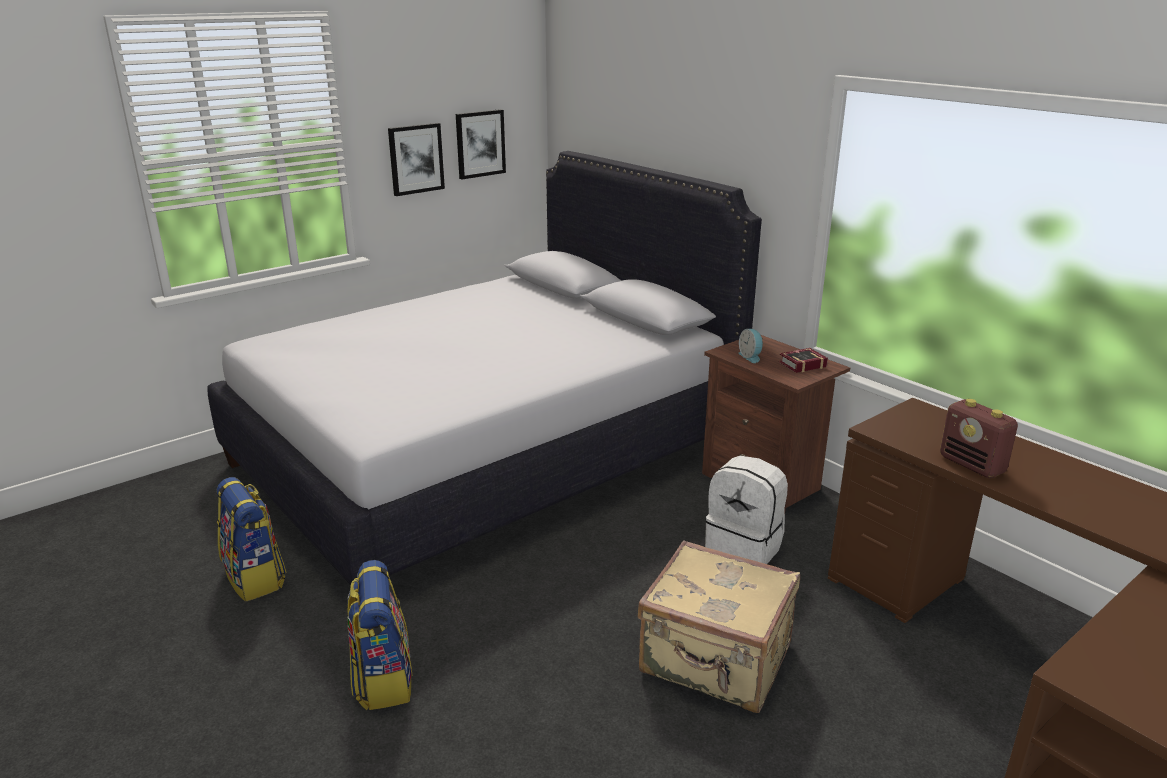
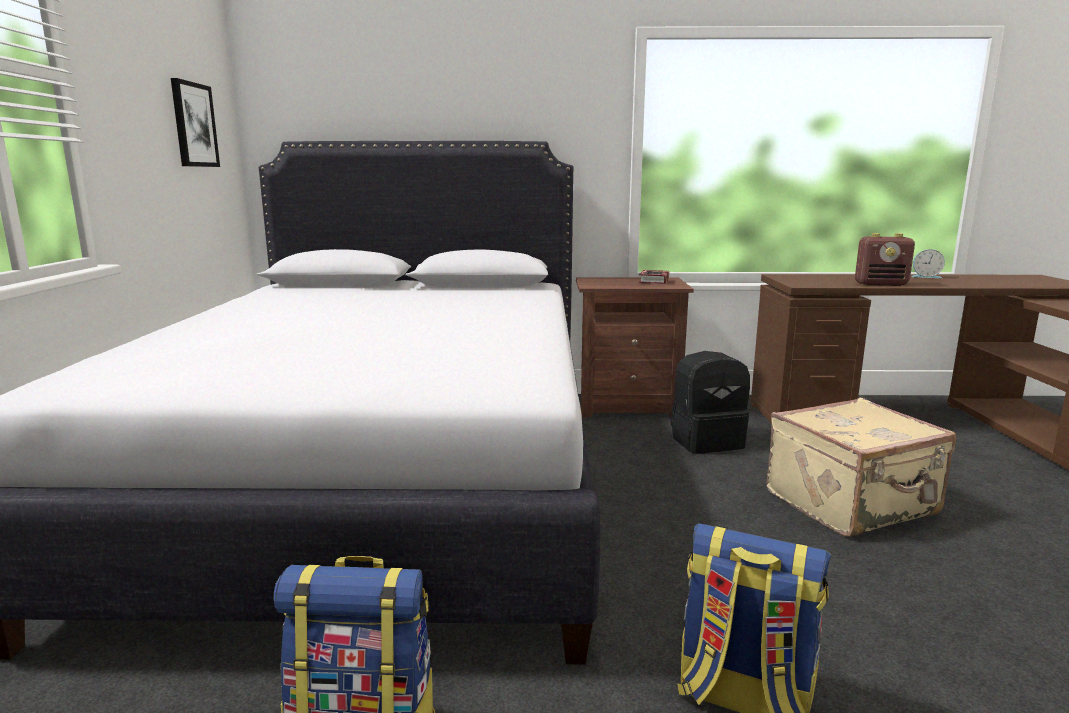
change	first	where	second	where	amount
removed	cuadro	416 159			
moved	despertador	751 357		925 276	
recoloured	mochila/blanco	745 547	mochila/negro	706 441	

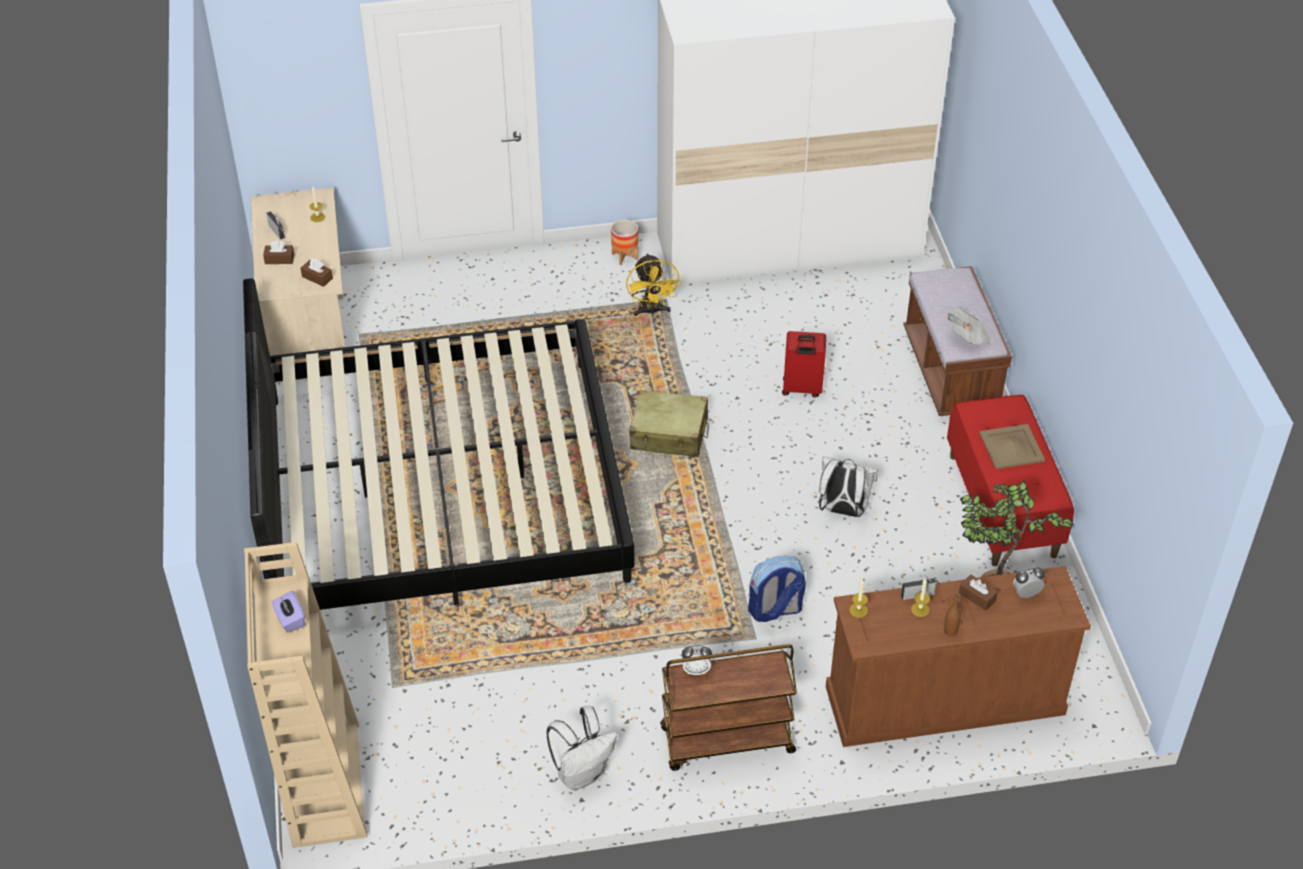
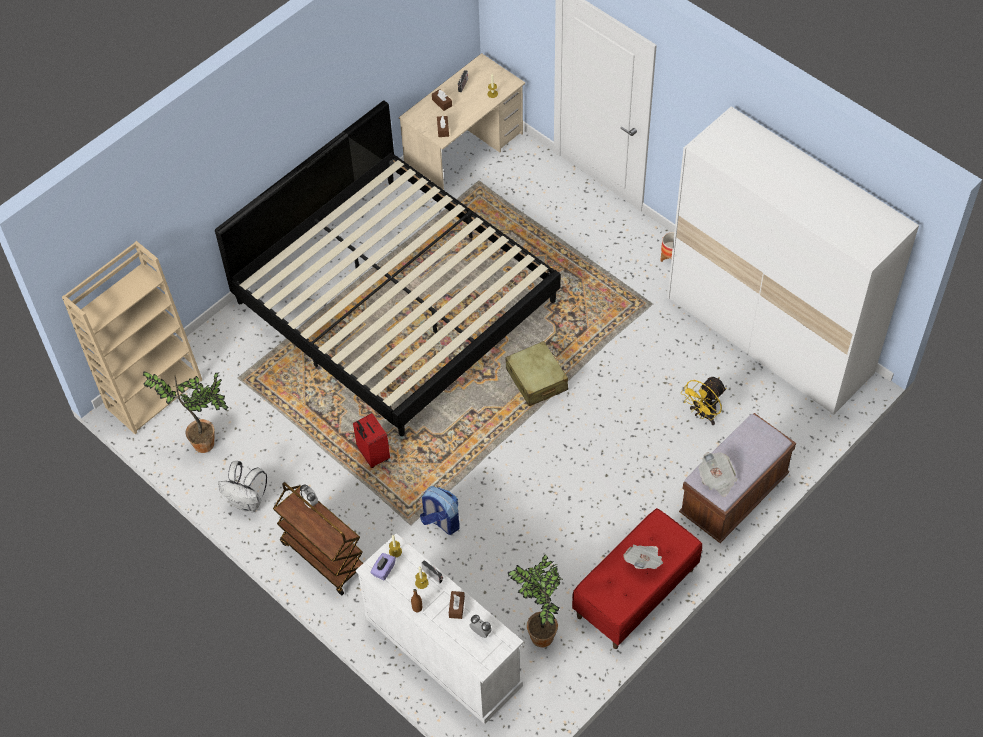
change	first	where	second	where	amount
removed	mochila/blanco	843 510			
added			planta en maceta	207 443	
moved	caja de pañuelos/morado	290 620		383 570	
moved	ventilador/amarillo	651 311		703 414	
moved	maleta/rojo	801 389		372 455	
replaced	bandeja/beis	1011 447	periódico	643 561	
recoloured	cómoda/marrón	943 701	cómoda/blanco	442 651	

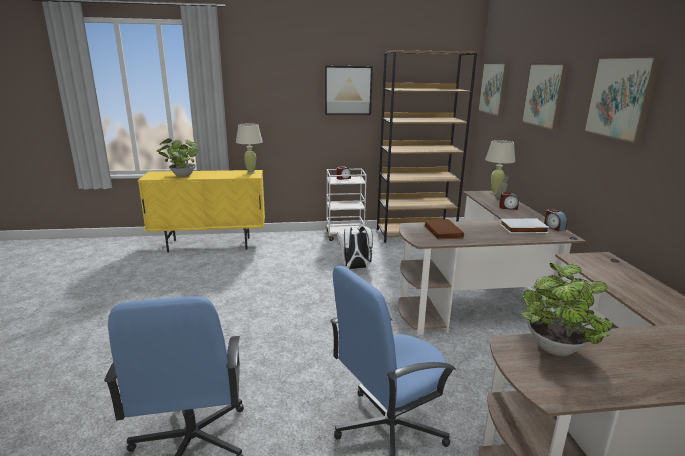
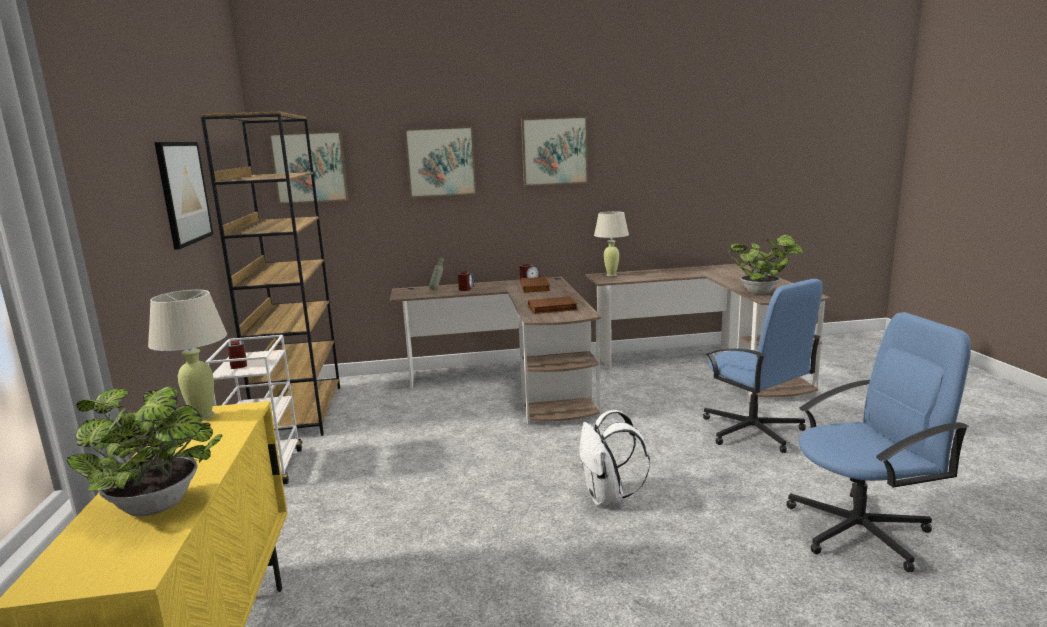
change	first	where	second	where	amount
moved	mochila/blanco	355 268		608 497	
moved	lámpara de mesa/beis	495 193		611 275	
recoloured	libro/blanco	523 229	libro/marrón	536 287	

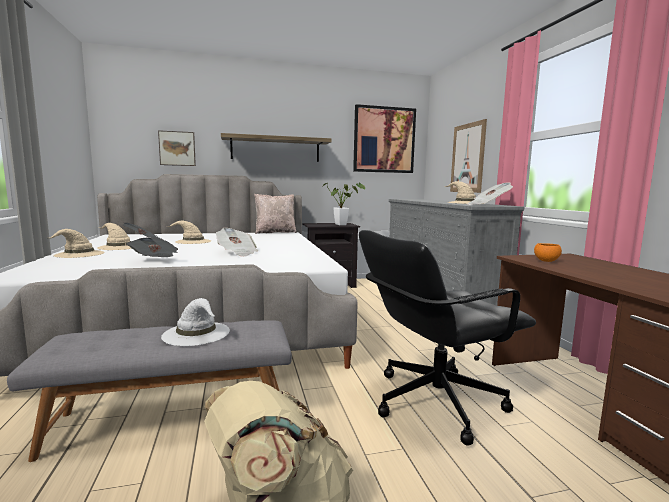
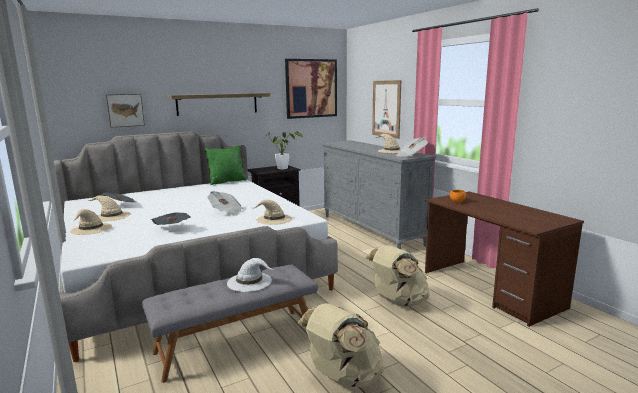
change	first	where	second	where	amount
moved	sombrero/beis	192 241		274 219	
replaced	silla de oficina/negro	435 401	mochila/beis	398 302	
recoloured	cojín/beis	275 232	cojín/verde	226 181	

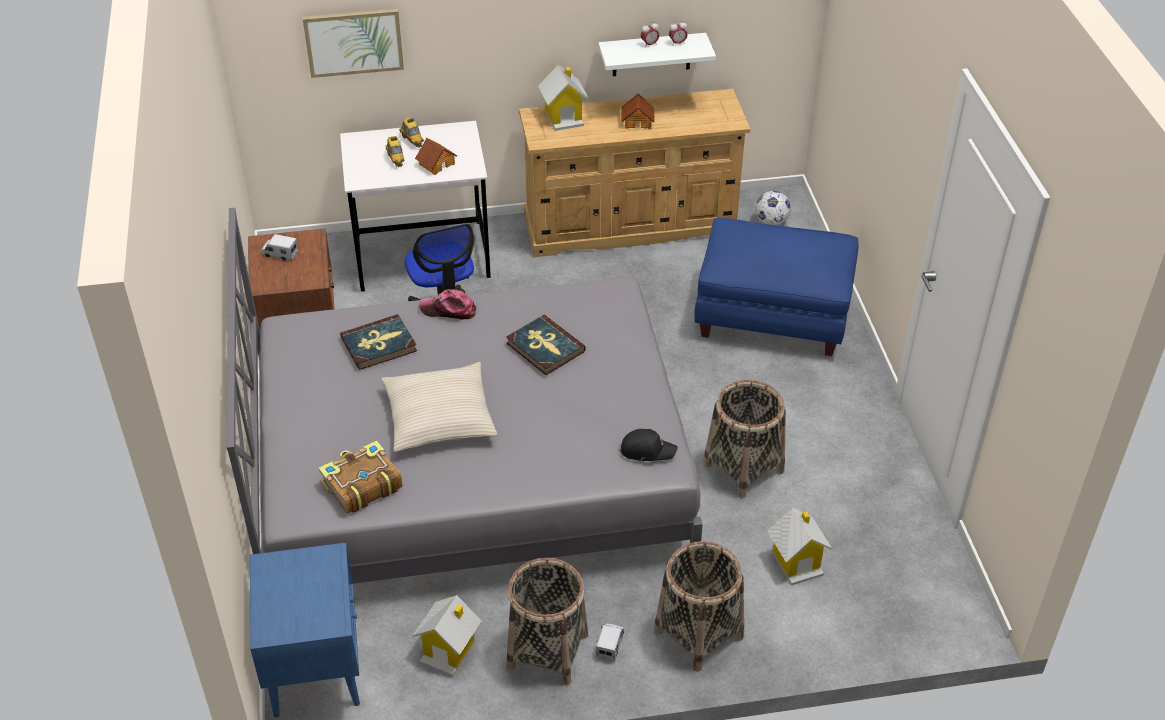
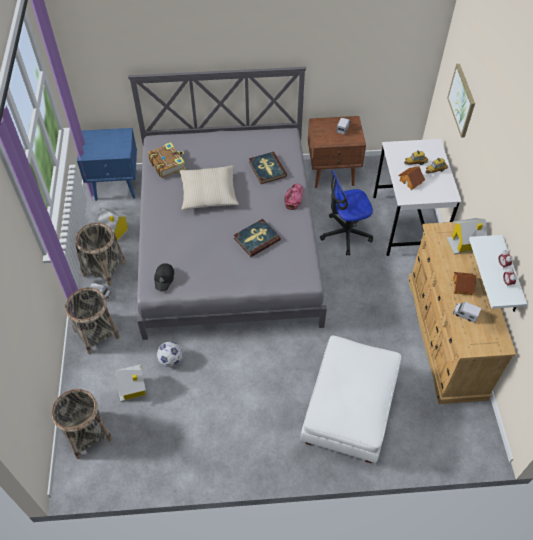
change	first	where	second	where	amount
added			camión de juguete	465 314	
moved	cesta	743 468		87 434	
moved	balón de fútbol	771 222		171 360	
recoloured	puf/azul	771 316	puf/blanco	348 411	

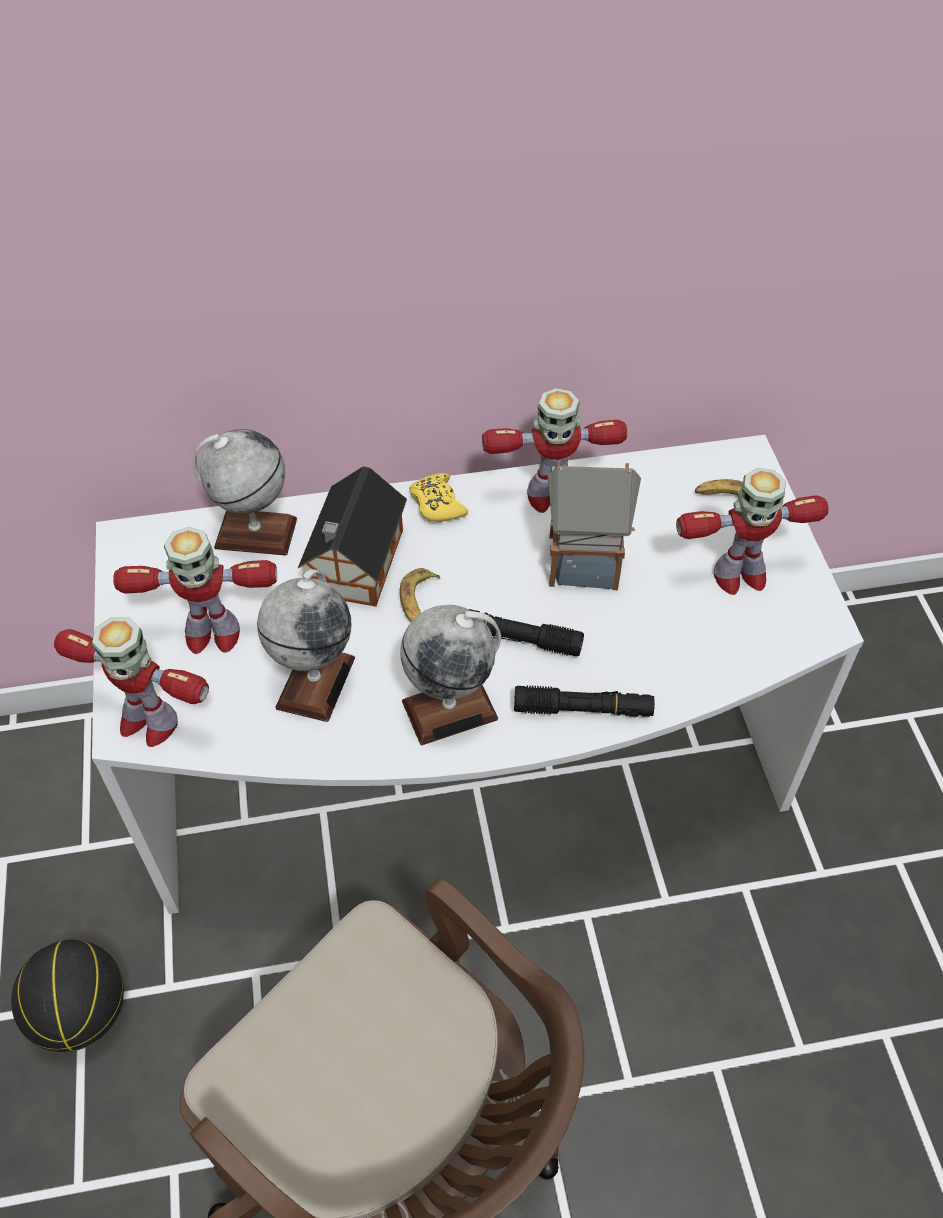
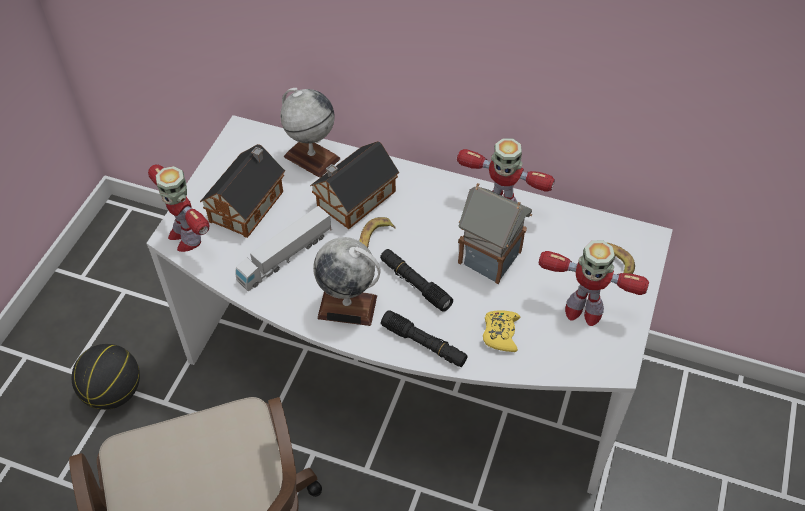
change	first	where	second	where	amount
moved	mando de consola/amarillo	437 504		500 333	
replaced	robot de juguete	211 634	casita	249 204	
replaced	globo terráqueo	315 682	camión de juguete	285 256	

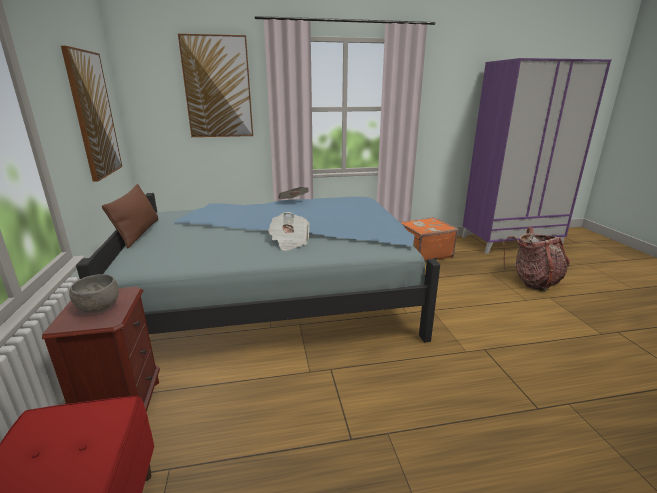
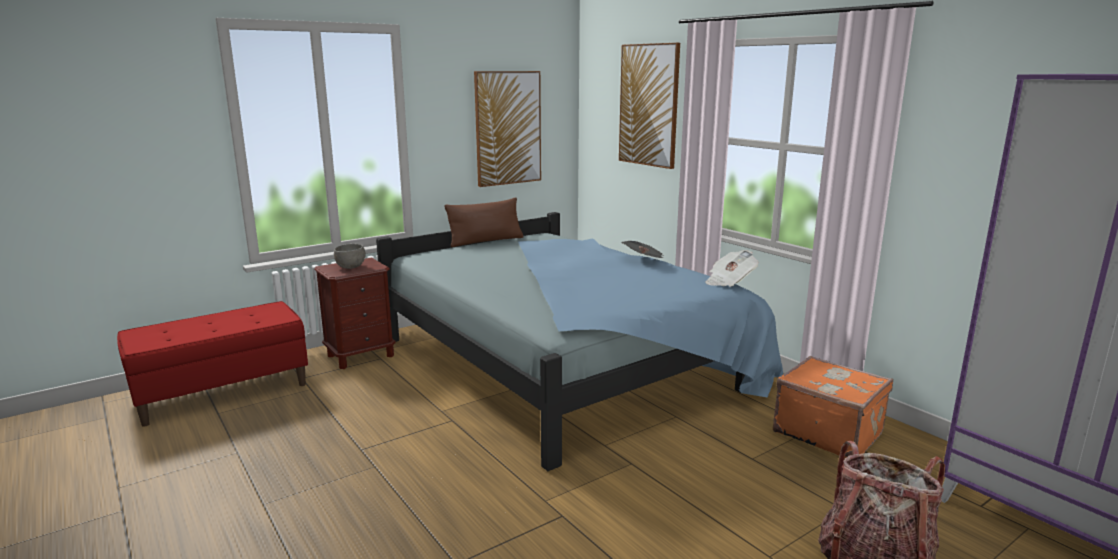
change	first	where	second	where	amount
moved	periódico	289 242		729 282	

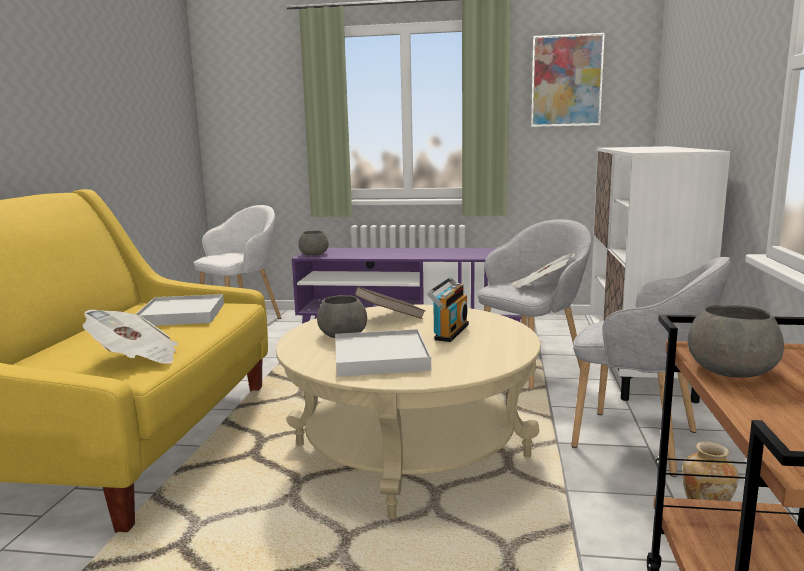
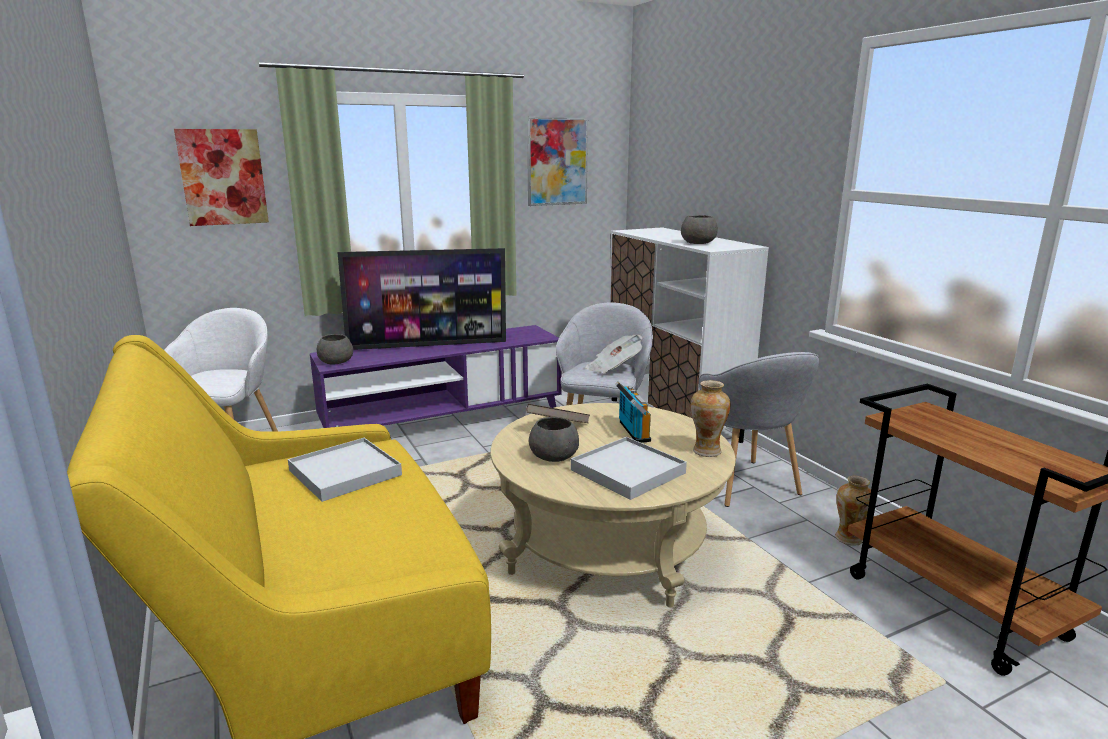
change	first	where	second	where	amount
removed	periódico	136 358			
added			cuadro	223 177	
added			televisor	428 345	
added			florero	706 451	
moved	cuenco/gris	729 370		697 243	
turned	sillón/gris	640 441		745 484	75 degrees clockwise

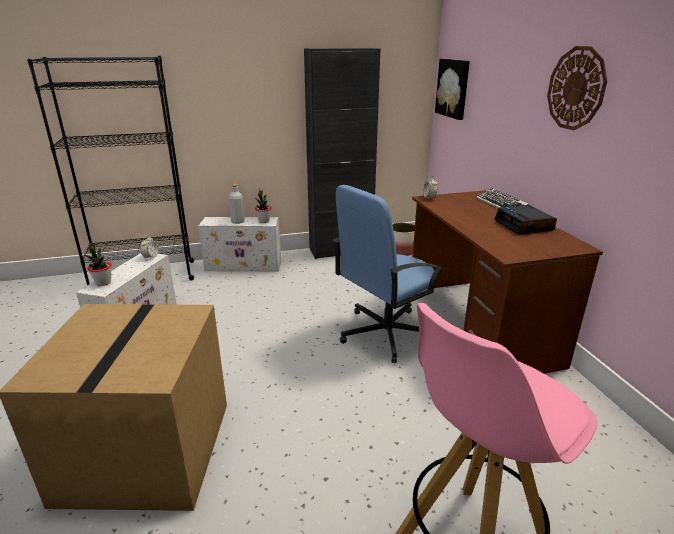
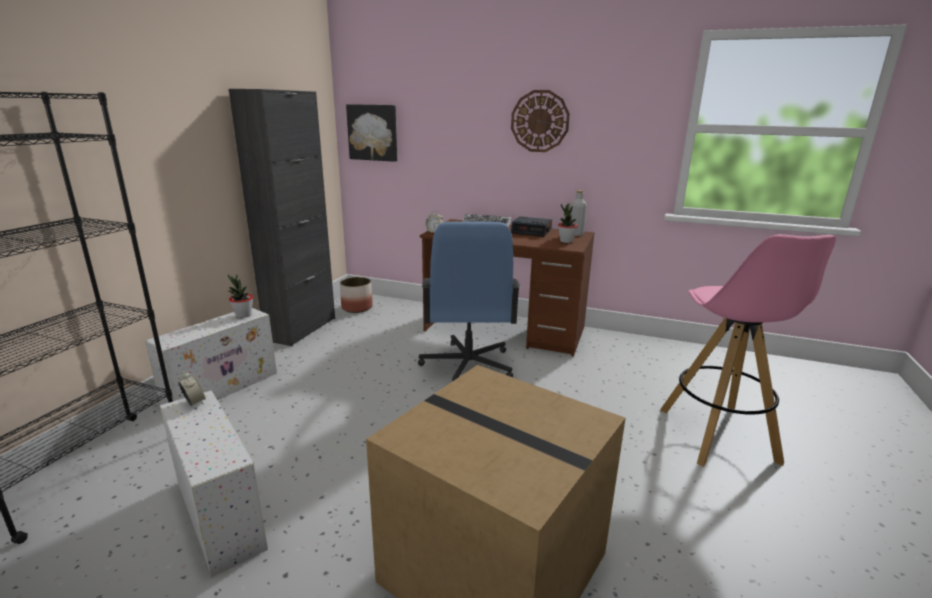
change	first	where	second	where	amount
moved	planta en maceta	103 283		566 241	
moved	botella/gris	238 221		575 234	

